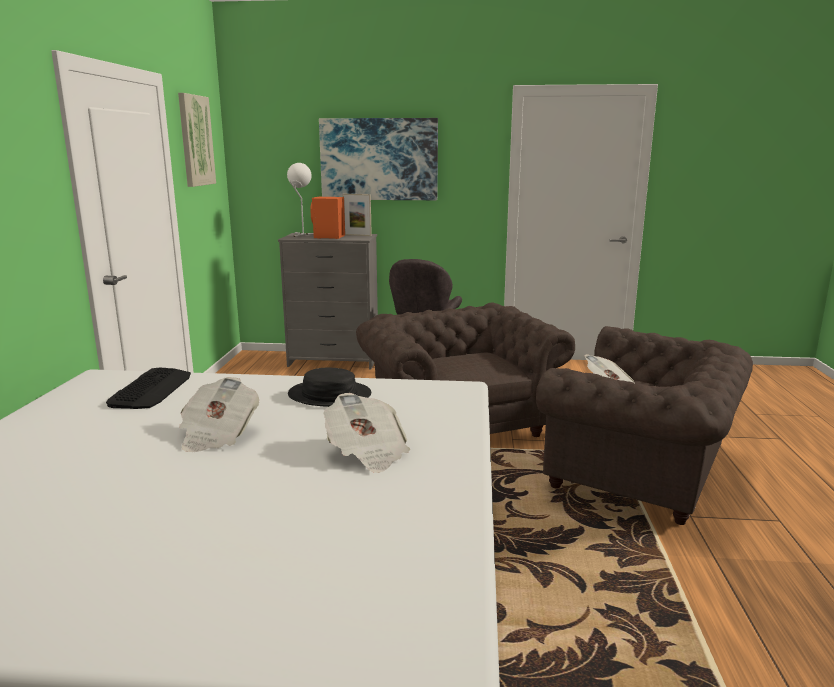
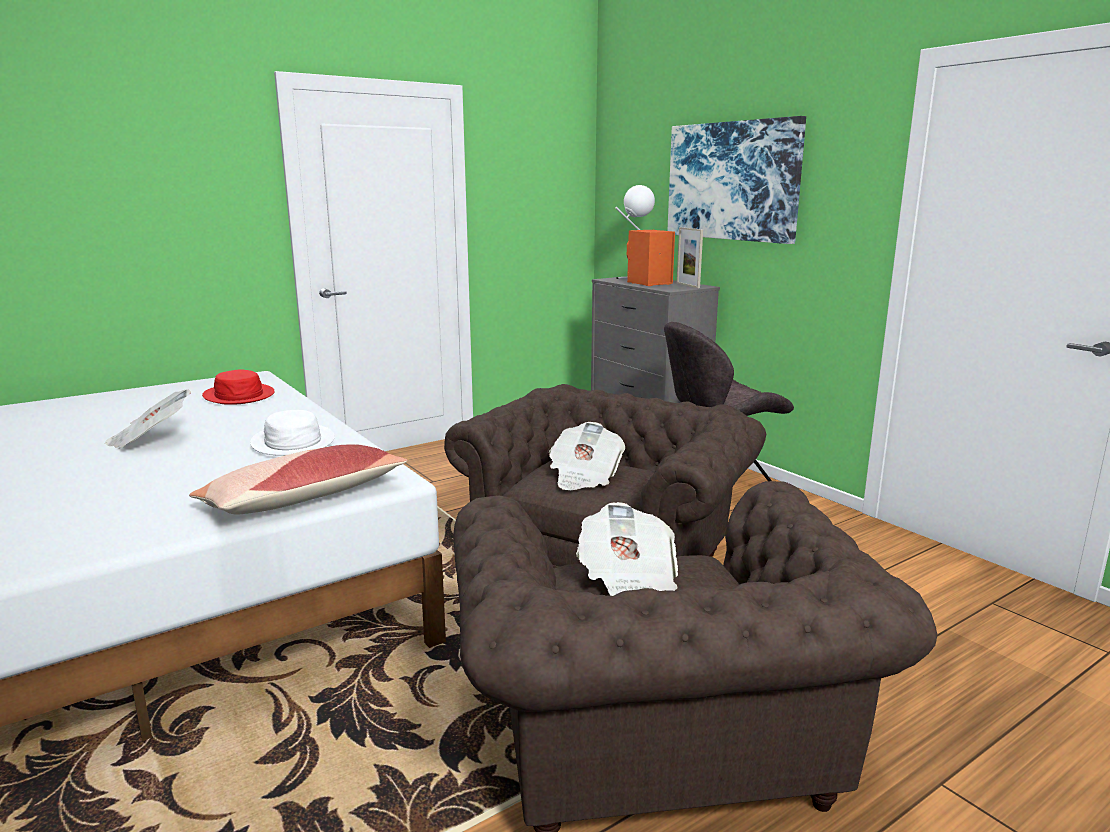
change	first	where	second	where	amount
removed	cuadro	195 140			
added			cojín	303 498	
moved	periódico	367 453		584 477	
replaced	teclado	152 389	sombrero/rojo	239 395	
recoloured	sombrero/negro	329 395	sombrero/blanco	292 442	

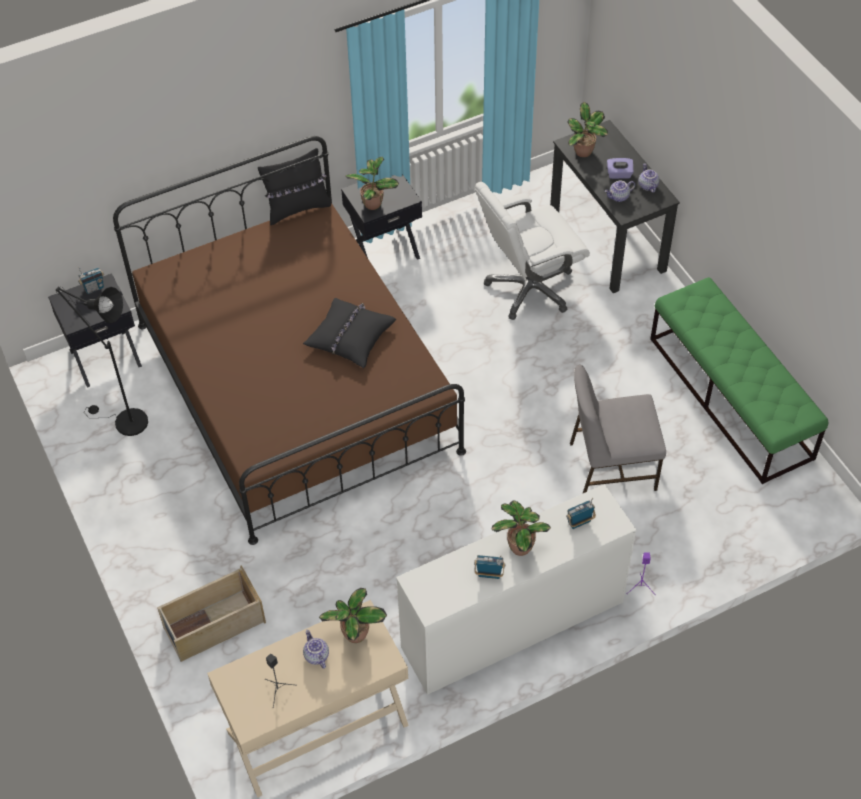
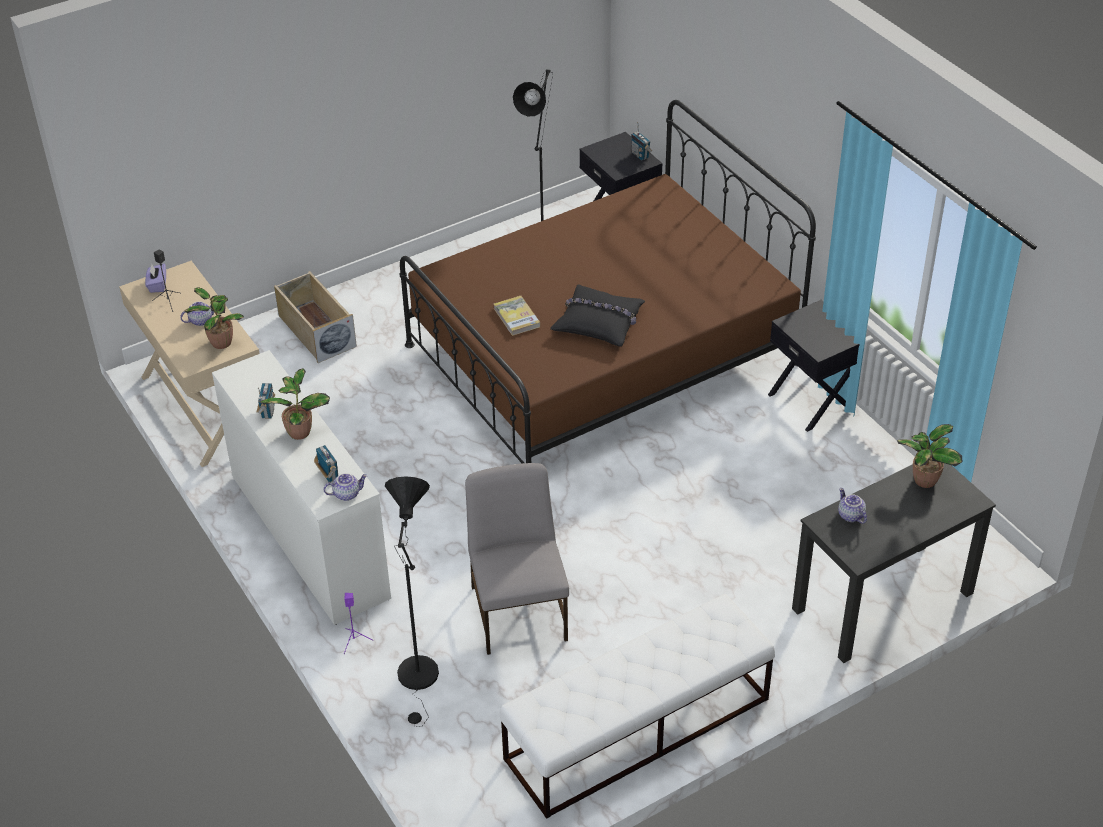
change	first	where	second	where	amount
removed	cojín/negro	297 208			
removed	planta en maceta	373 203			
removed	silla de oficina/blanco	529 288			
added			lámpara de pie/negro	419 680	
added			libro	516 317	
moved	caja de pañuelos/morado	619 174		157 285	
moved	tetera	647 185		347 494	
recoloured	banco/verde	730 398	banco/blanco	637 729	

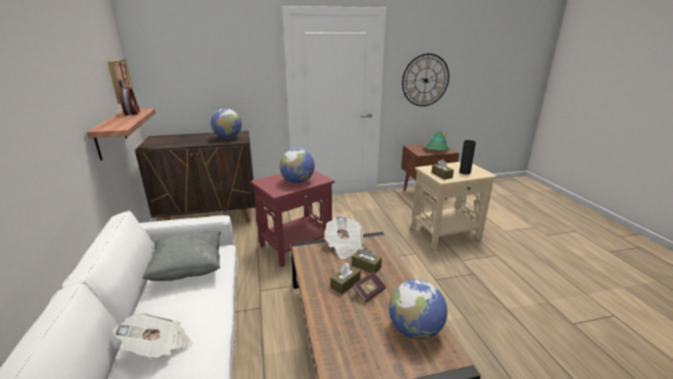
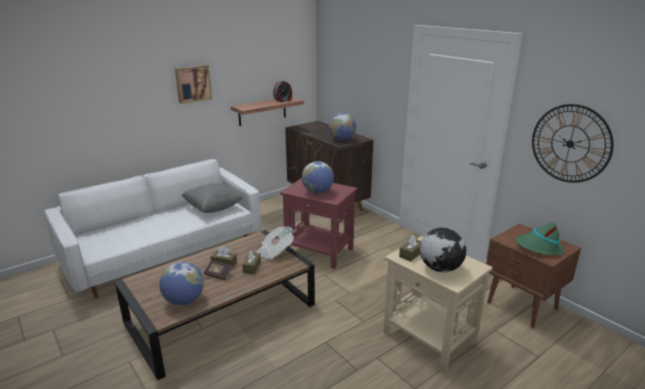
change	first	where	second	where	amount
removed	periódico	159 347			
moved	cuadro	119 81		193 84	
replaced	florero/negro	464 172	globo terráqueo	440 268	

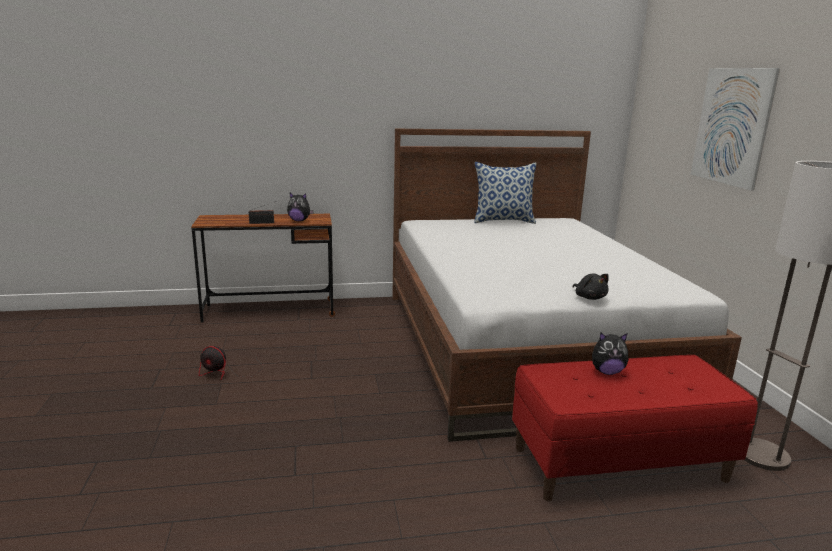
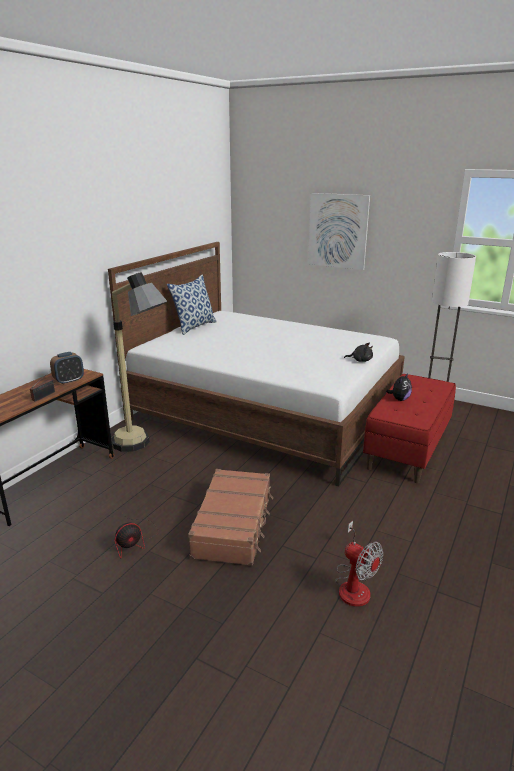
change	first	where	second	where	amount
added			lámpara de pie	143 447	
added			maleta/marrón	234 525	
added			ventilador	353 585	
replaced	peluche	299 221	despertador	69 381	

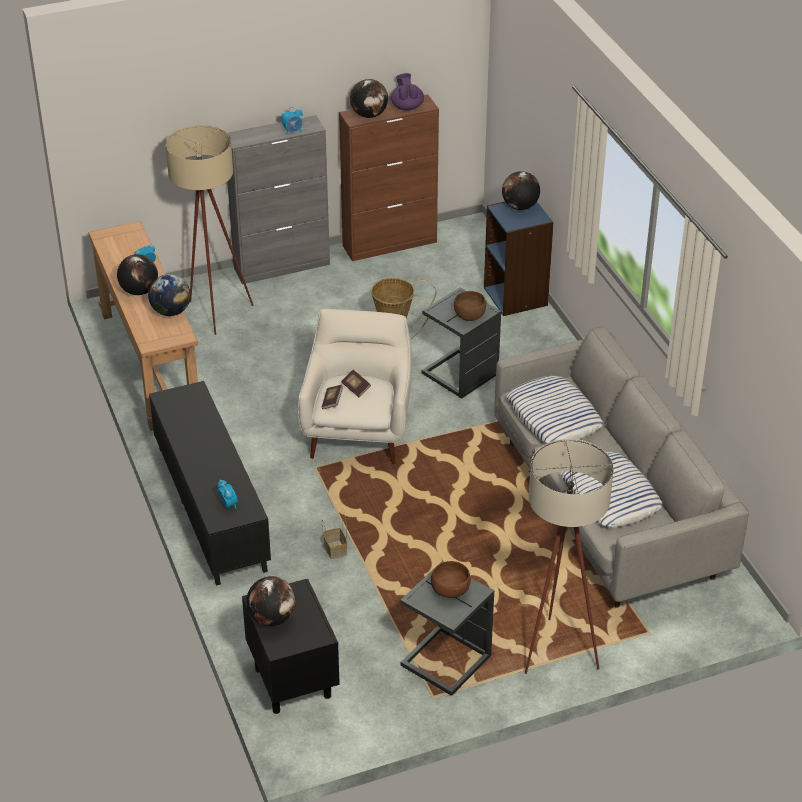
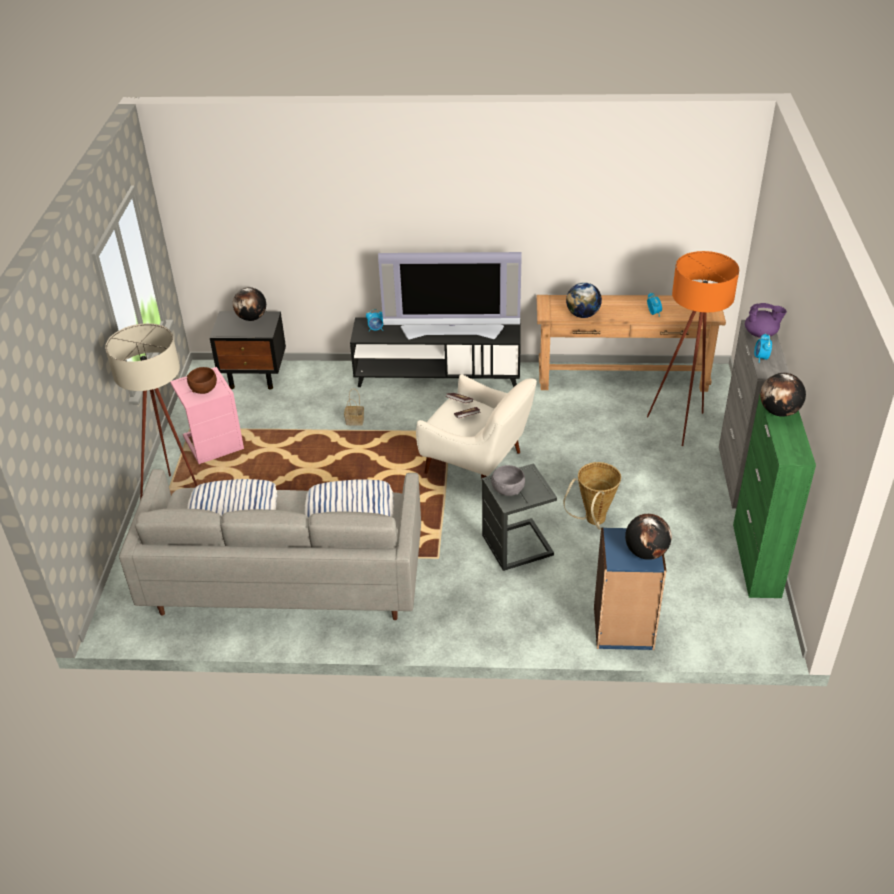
change	first	where	second	where	amount
removed	globo terráqueo	139 291			
added			televisor	452 330	
moved	tetera/morado	407 106		761 334	
recoloured	lámpara de pie/beis	213 311	lámpara de pie/naranja	683 423	
recoloured	armario/marrón	390 244	armario/verde	756 560	
recoloured	mesa auxiliar/gris	444 661	mesa auxiliar/rosa	214 442	
recoloured	cuenco/marrón	469 316	cuenco/gris	507 490	

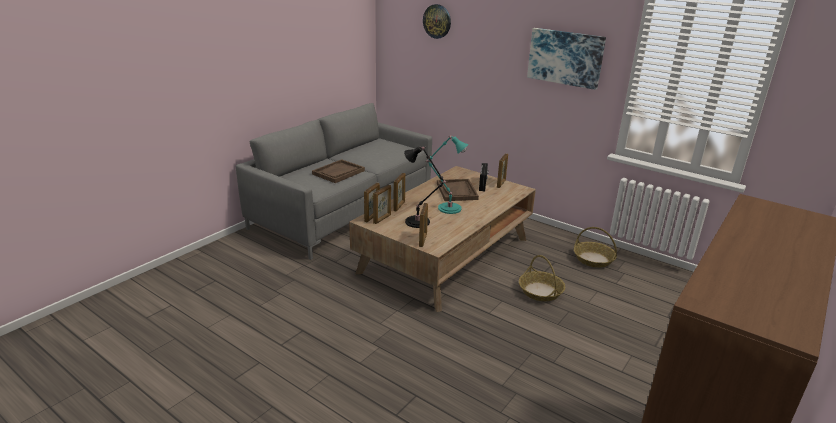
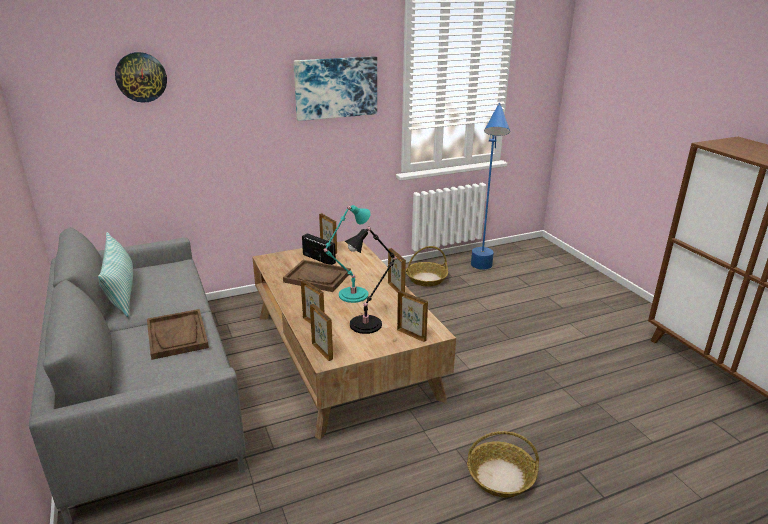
change	first	where	second	where	amount
added			cojín	121 293	
added			lámpara de pie/azul	482 272	
moved	portarretratos	382 219		396 289	
moved	cesta	541 291		501 476	

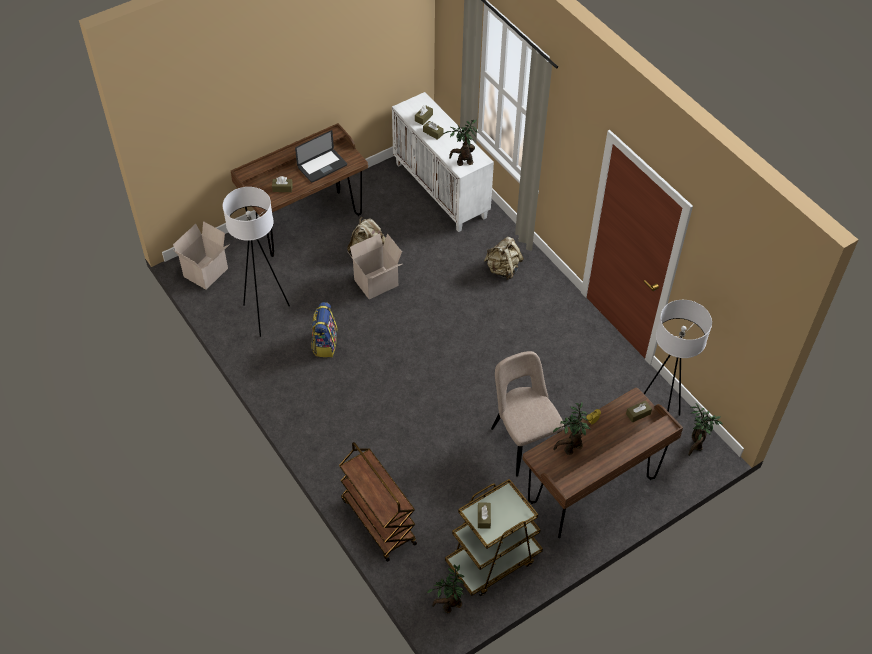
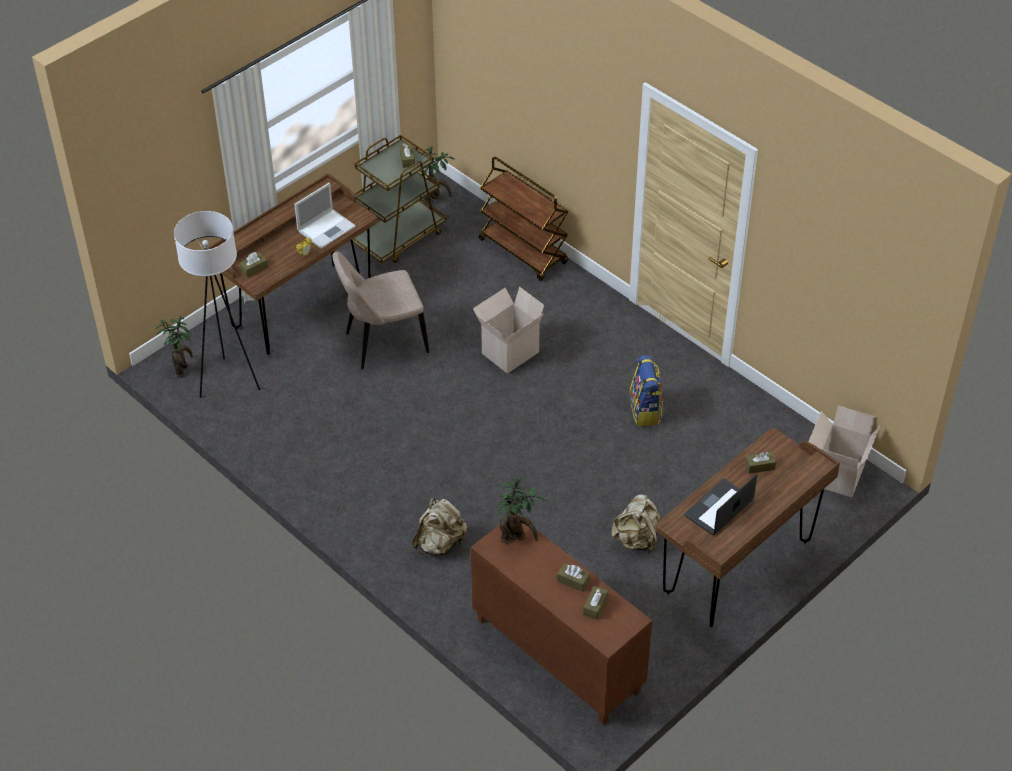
change	first	where	second	where	amount
removed	lámpara de pie/blanco	265 315			
moved	caja de cartón	376 284		509 351	
replaced	planta en maceta	570 448	portátil	327 228	
recoloured	armario/blanco	441 191	armario/marrón	556 655	
turned	silla/beis	523 441		382 344	105 degrees clockwise

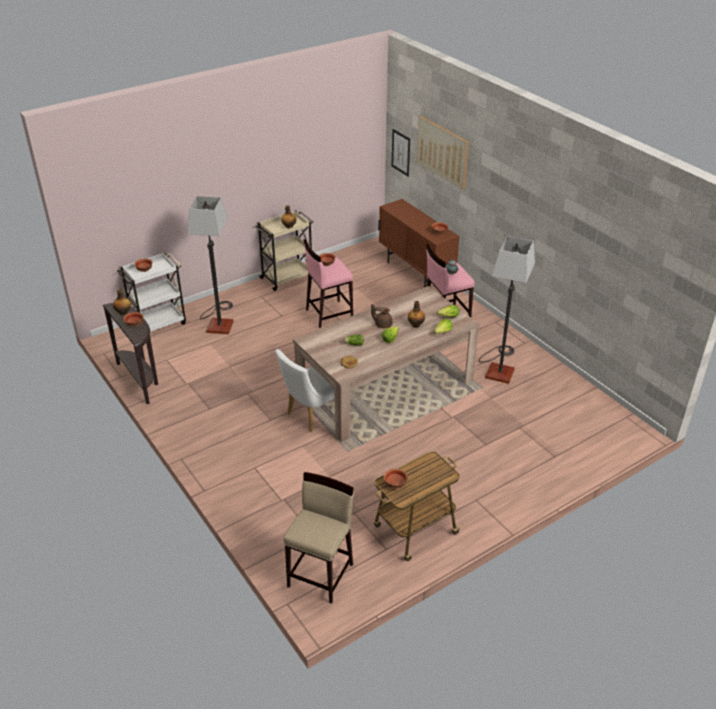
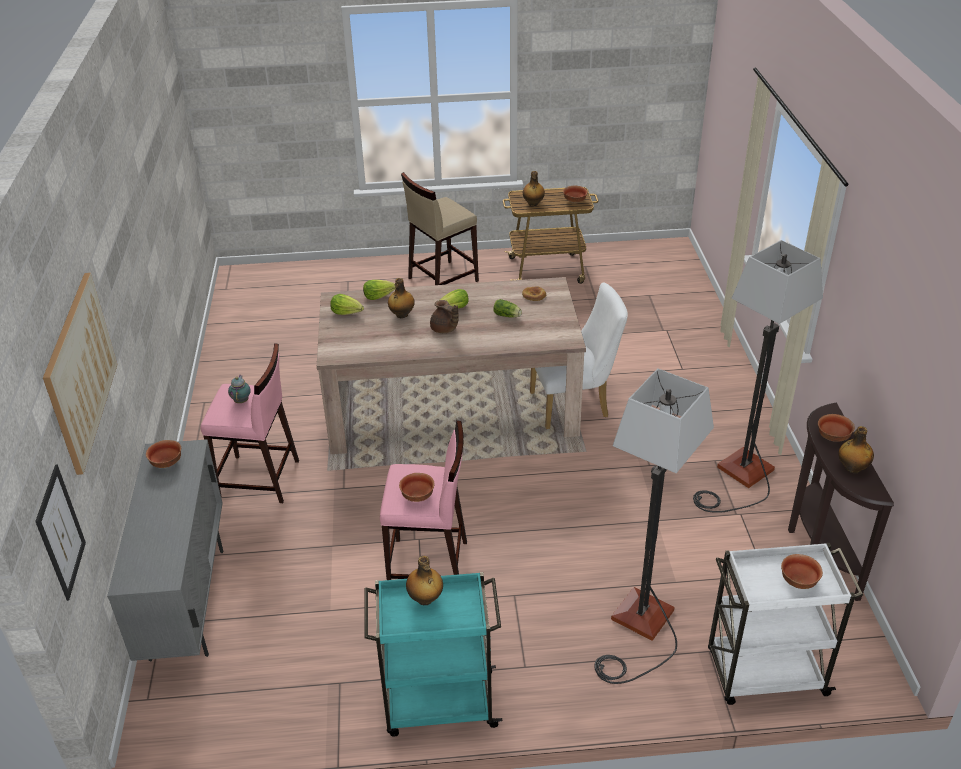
change	first	where	second	where	amount
added			botella	533 204	
moved	taburete/beis	321 575		442 279	
moved	lámpara de pie	499 368		739 477	
recoloured	carrito/beis	287 277	carrito/turquesa	438 703	
recoloured	armario/marrón	416 273	armario/gris	188 603	

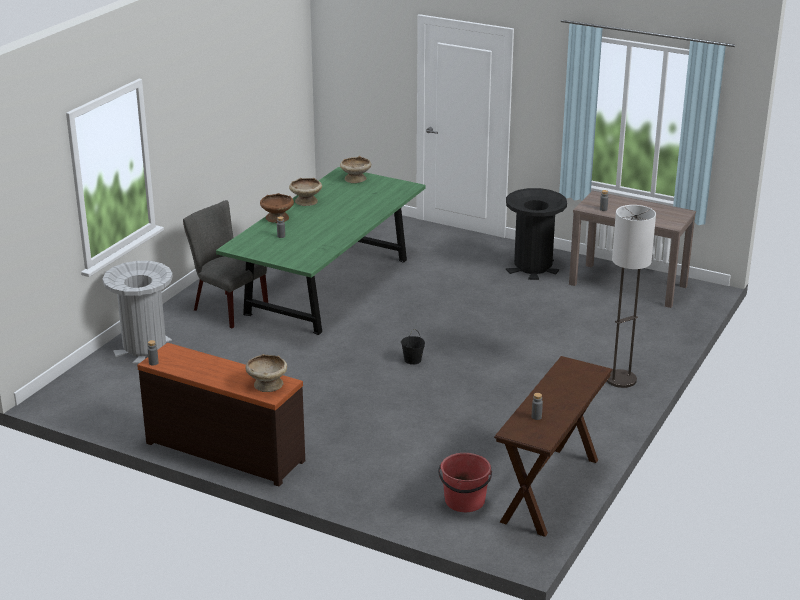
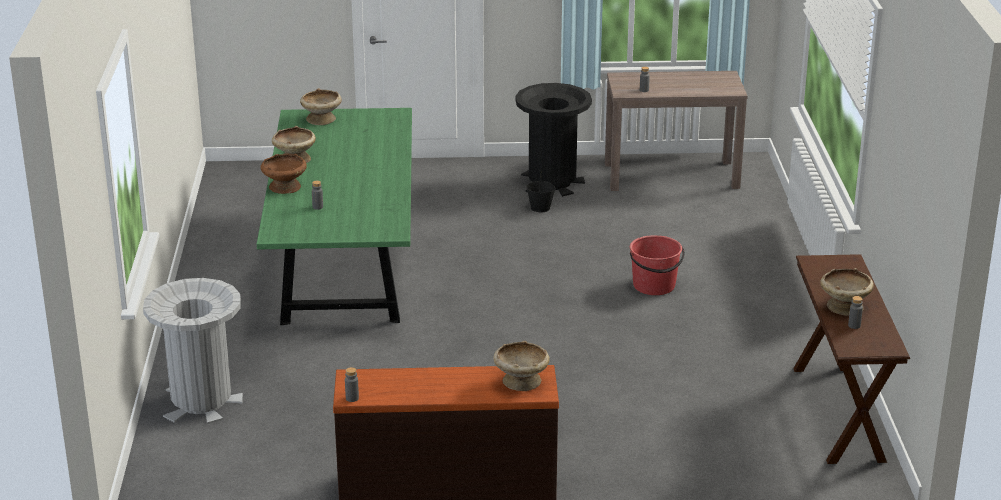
change	first	where	second	where	amount
removed	silla/gris	226 308			
removed	lámpara de pie	621 380			
added			cuenco/beis	844 306	
moved	cubo/negro	413 360		540 208	
moved	cubo/rojo	464 501		654 286	

